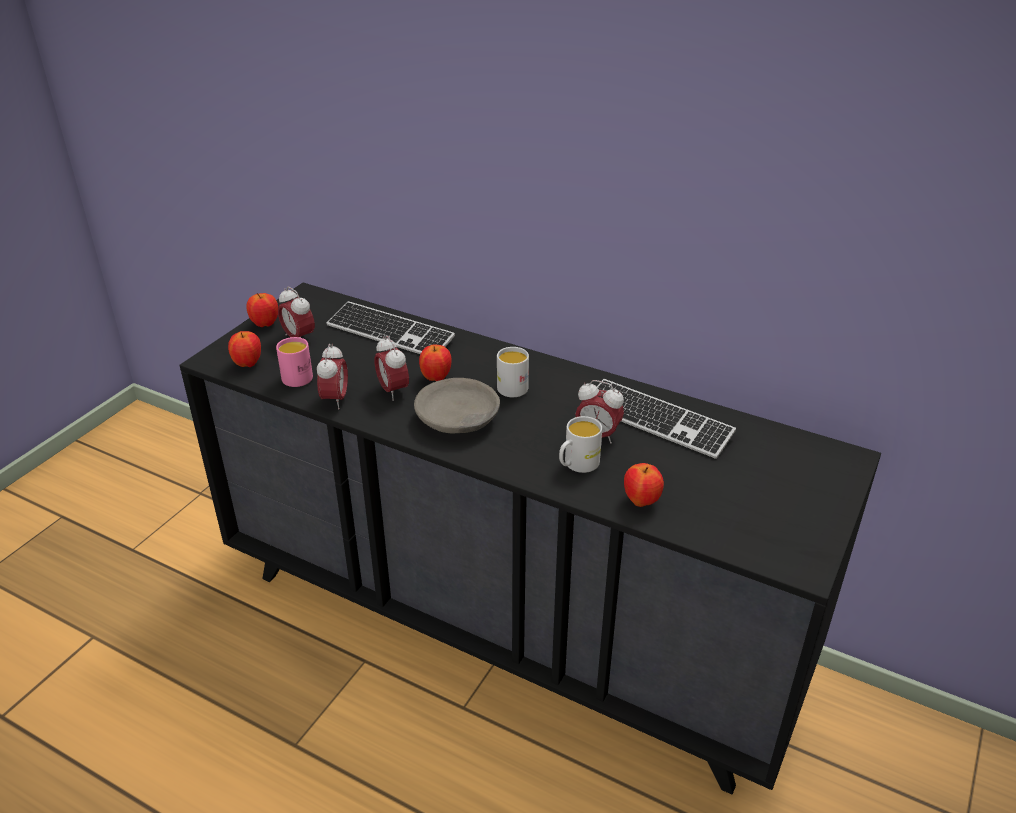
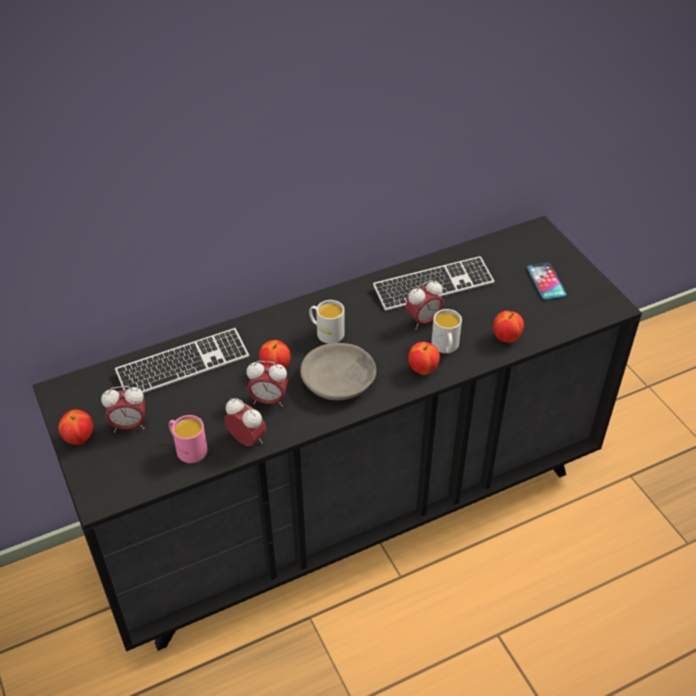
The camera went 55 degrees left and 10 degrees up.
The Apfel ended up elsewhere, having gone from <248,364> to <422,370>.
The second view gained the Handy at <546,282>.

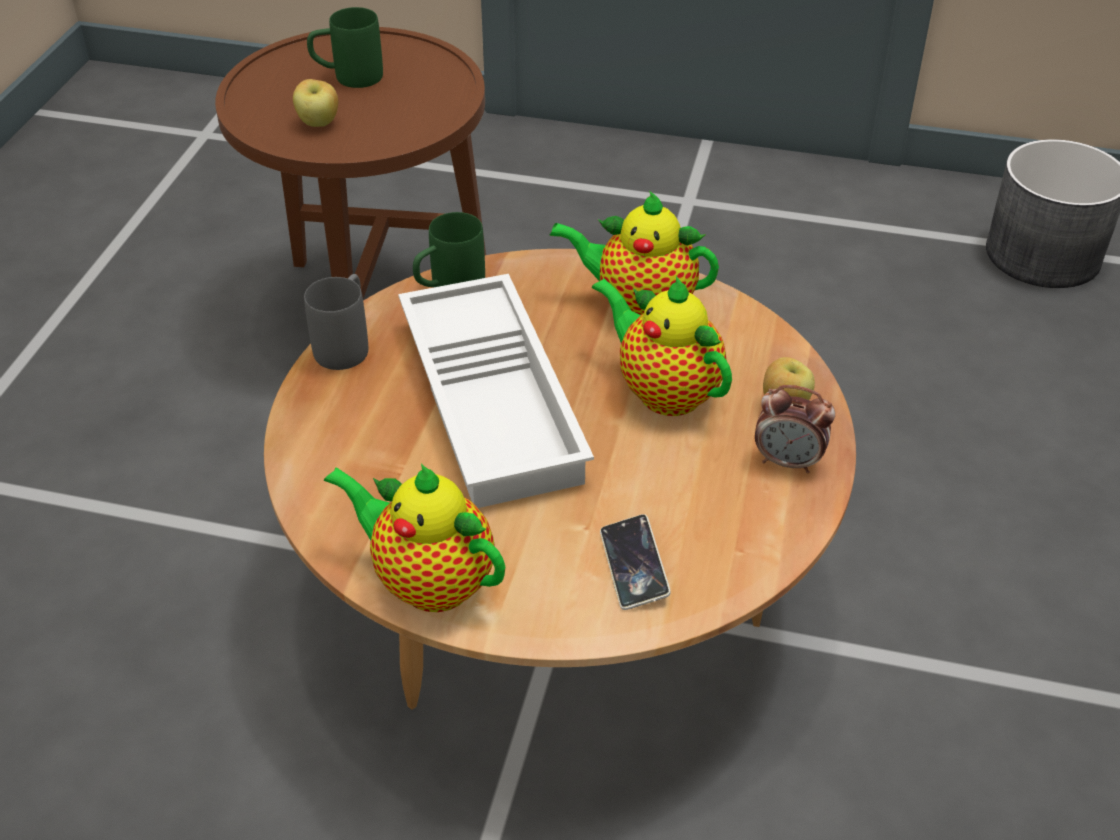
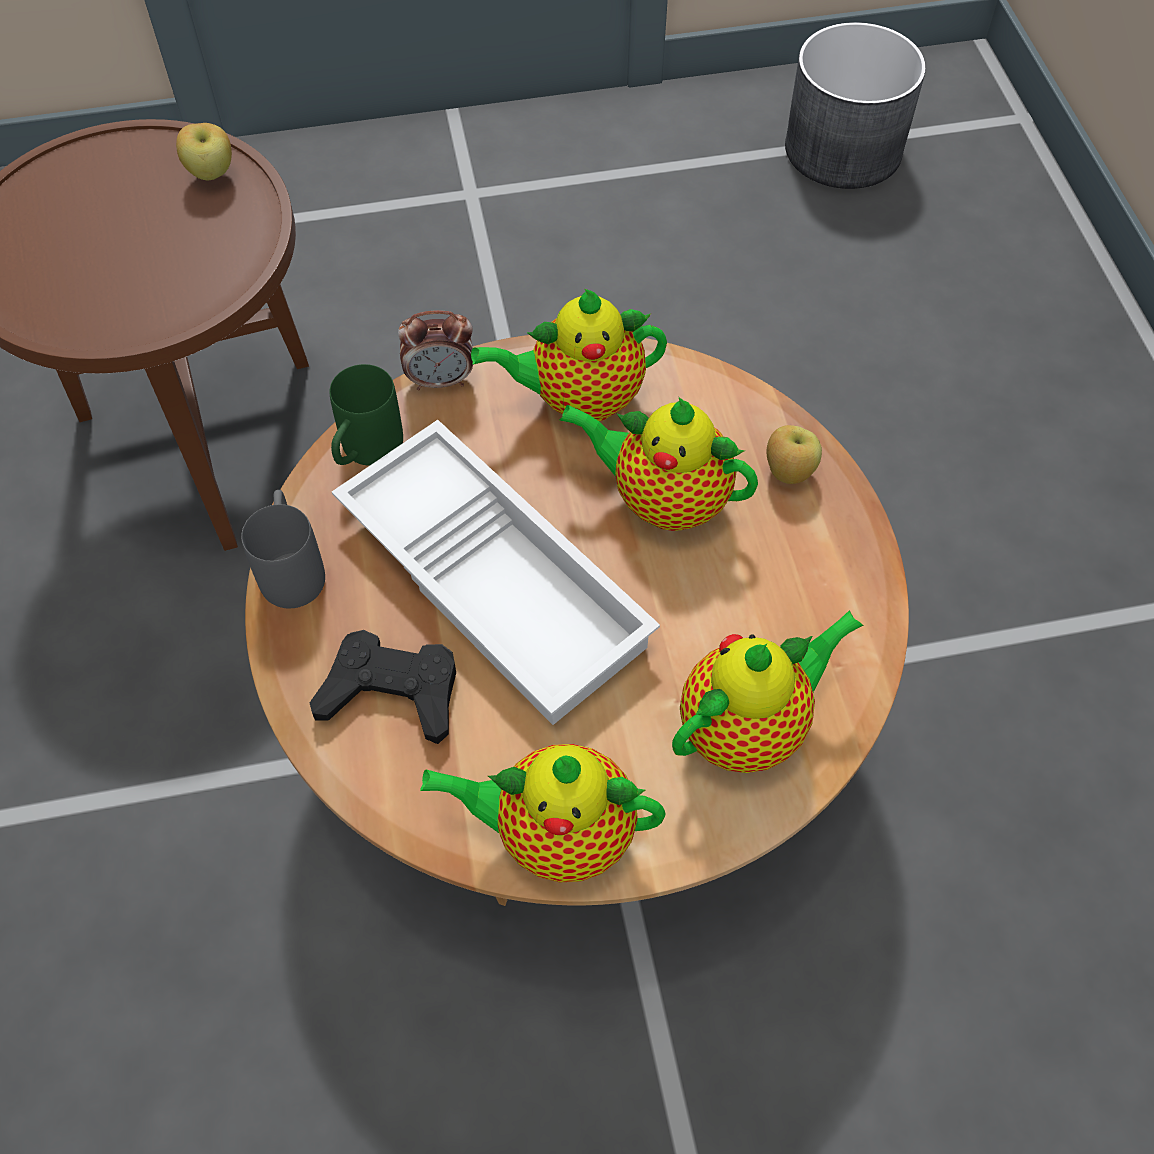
The camera went 25 degrees left and 15 degrees up.
The Apfel ended up elsewhere, having gone from <318,123> to <211,173>.
The second view gained the Gamepad/schwarz at <391,692>.
The Wecker ended up elsewhere, having gone from <788,462> to <441,380>.
Where the Handy stood at <633,566>, the Teekanne came to stand at <748,727>.
The second view lost the Henkelbecher/grün at <348,77>.

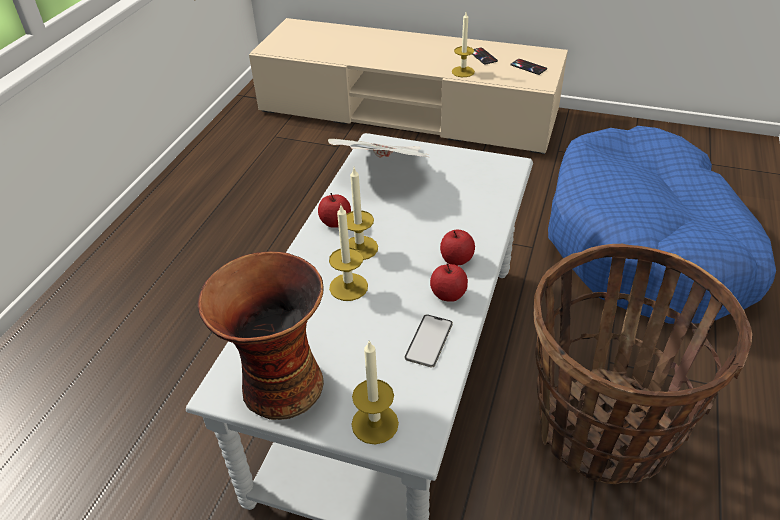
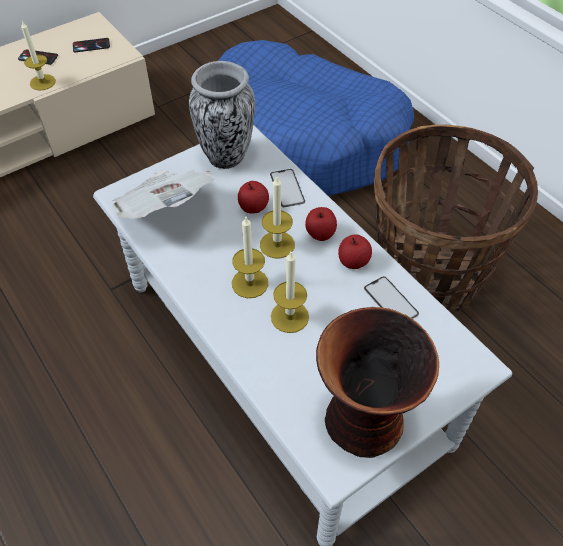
The camera went 55 degrees left and 10 degrees up.
The second view gained the Vase at <226,156>.
The Apfel ended up elsewhere, having gone from <335,222> to <253,207>.
The Kerze ended up elsewhere, having gone from <375,423> to <277,244>.
The second view gained the Handy at <287,188>.

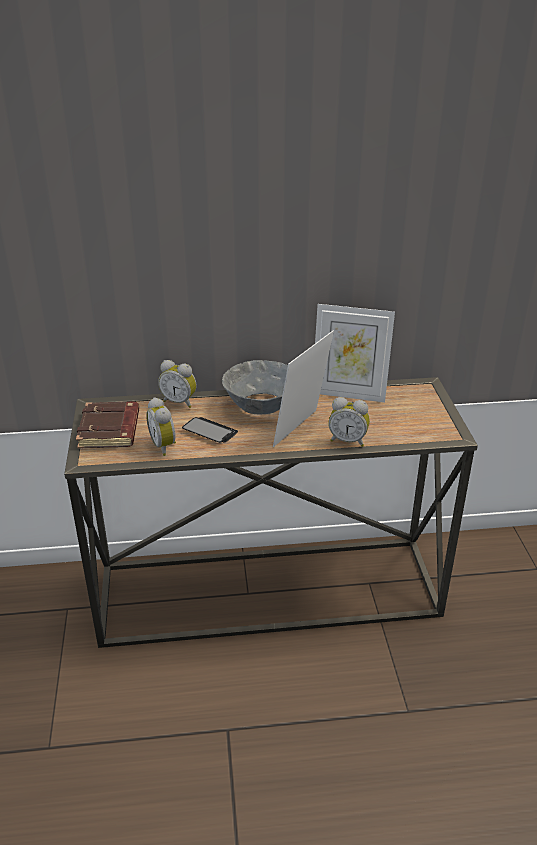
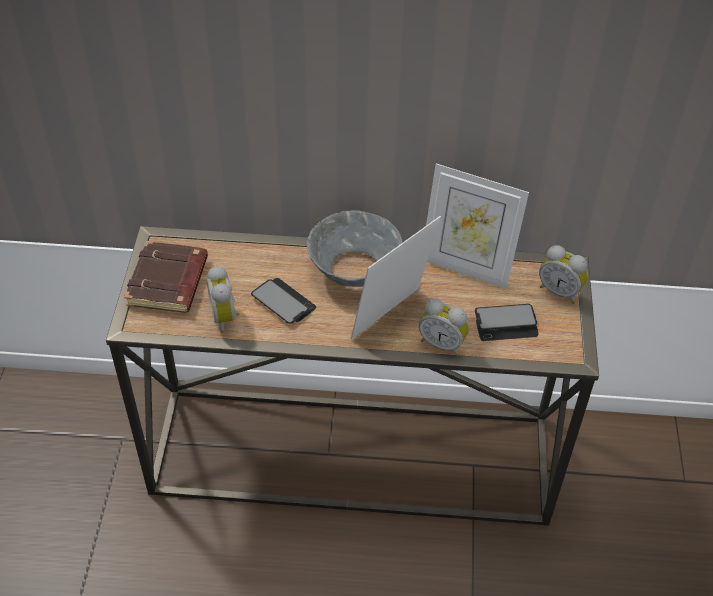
The camera went 10 degrees right and 15 degrees up.
The second view gained the Handy at <506,324>.
The Wecker ended up elsewhere, having gone from <180,402> to <560,291>.

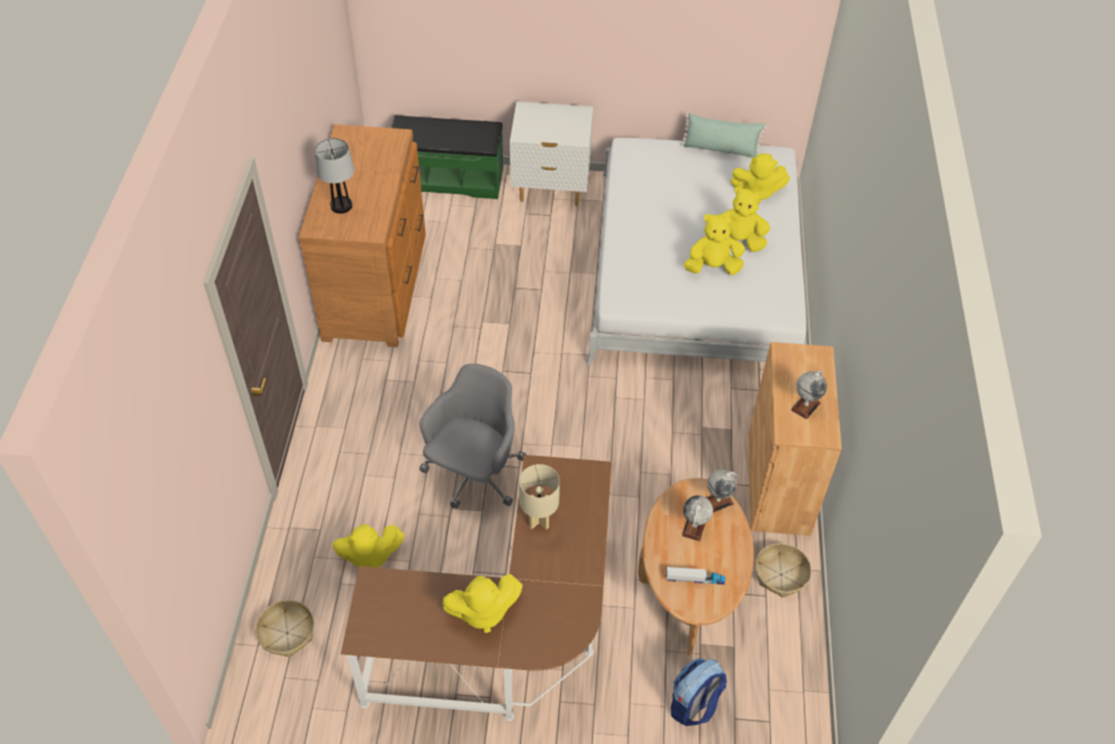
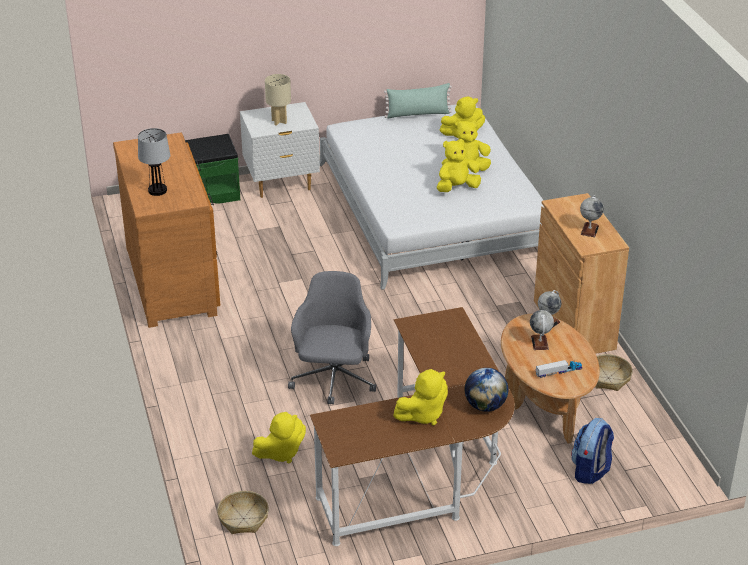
The camera went 20 degrees left and 15 degrees down.
The Tischlampe/beige ended up elsewhere, having gone from <538,521> to <278,121>.
The second view gained the Globus at <485,406>.

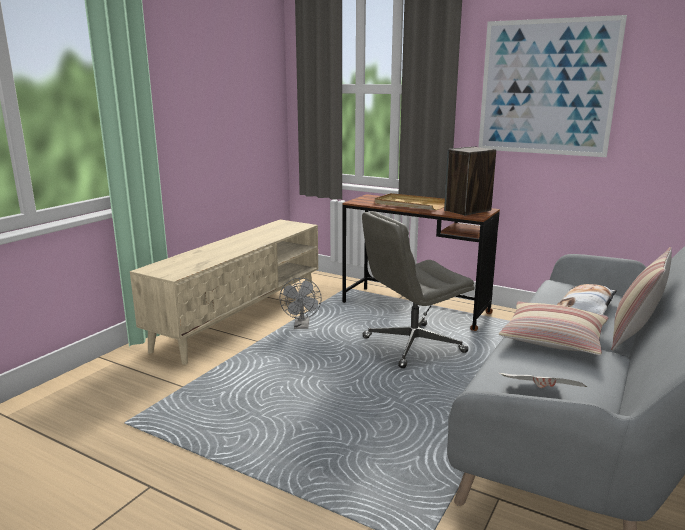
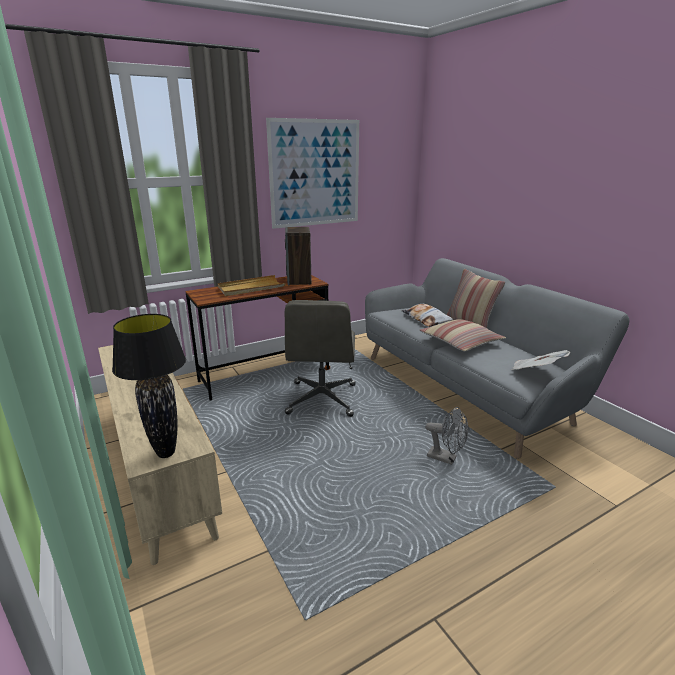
The camera went 60 degrees left and 5 degrees up.
The second view gained the Tischlampe/schwarz at <165,453>.
The Ventilator/grau ended up elsewhere, having gone from <302,326> to <446,458>.

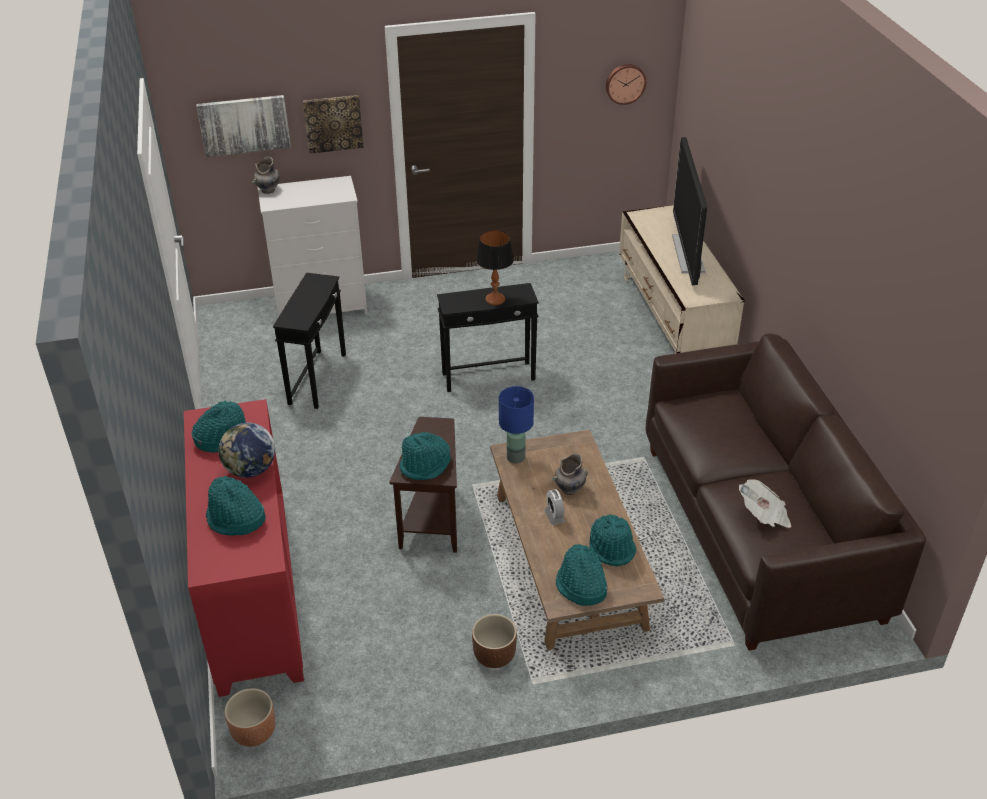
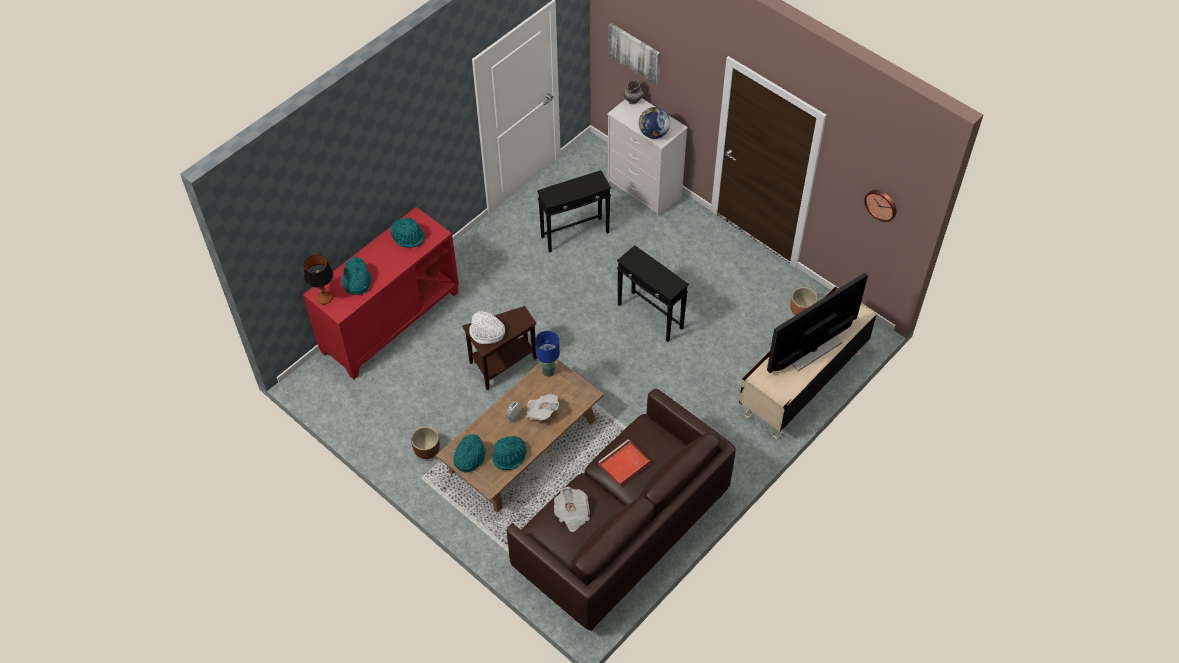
The camera went 55 degrees right and 15 degrees up.
The Tischlampe ended up elsewhere, having gone from <495,299> to <325,298>.
What was the Hut/türkis at <425,465> turned into the Hut/weiß at <487,333>.
Where the Vase/grau stood at <569,489>, the Zeitung came to stand at <541,411>.
The second view gained the Tablett/rot at <624,464>.
The Globus ended up elsewhere, having gone from <250,470> to <653,134>.
The Pflanzkübel/braun ended up elsewhere, having gone from <254,732> to <802,310>.
The second view lost the Bild at <333,123>.

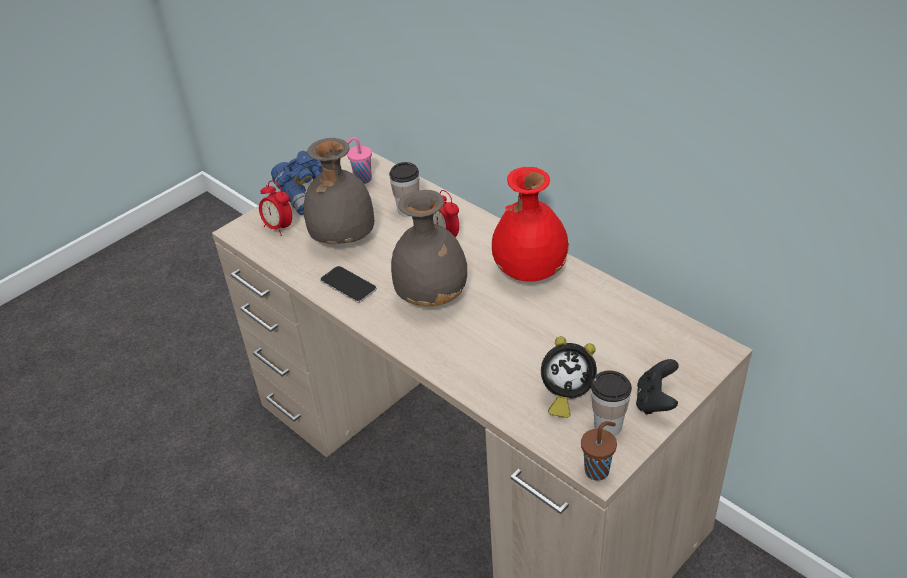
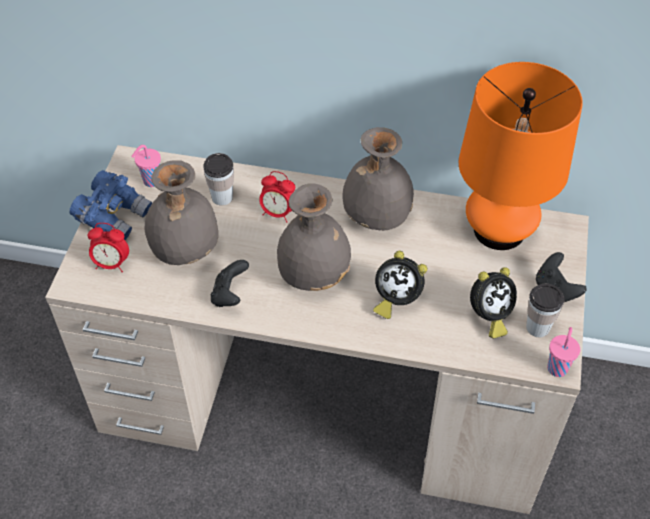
The camera went 35 degrees left and 10 degrees up.
Where the Handy stood at <348,285>, the Gamepad/schwarz came to stand at <230,295>.
What was the Vase/rot at <529,271> turned into the Vase/grau at <376,216>.
The second view gained the Wecker at <396,299>.
The second view gained the Tischlampe/orange at <499,230>.
What was the Tasse/braun at <598,470> turned into the Tasse/rosa at <557,367>.

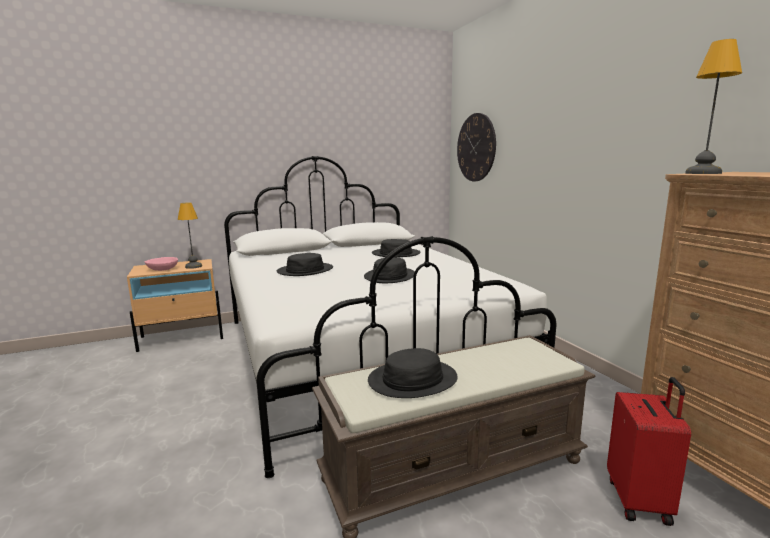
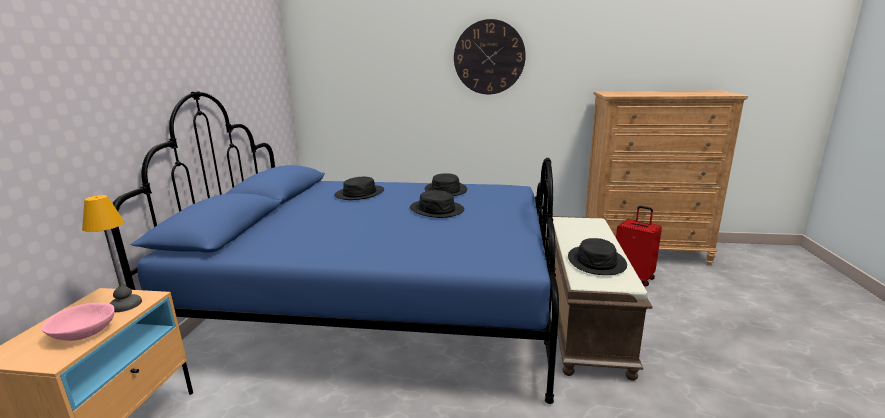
The camera went 60 degrees left and 5 degrees up.
What was the Bett/weiß at <359,354> turned into the Bett/blau at <380,306>.
The Hut/schwarz ended up elsewhere, having gone from <305,270> to <445,190>.
The Wanduhr ended up elsewhere, having gone from <476,147> to <489,57>.
The second view lost the Tischlampe at <704,173>.

